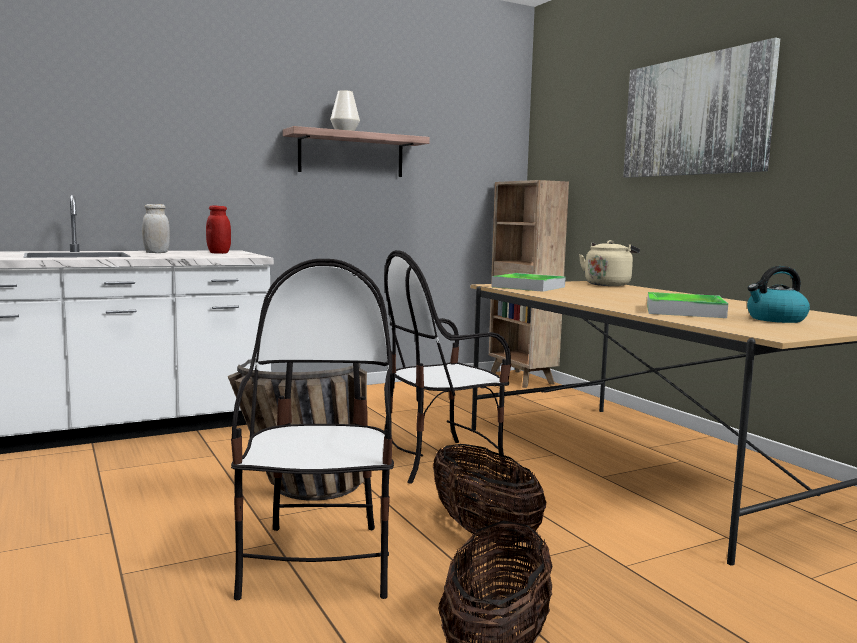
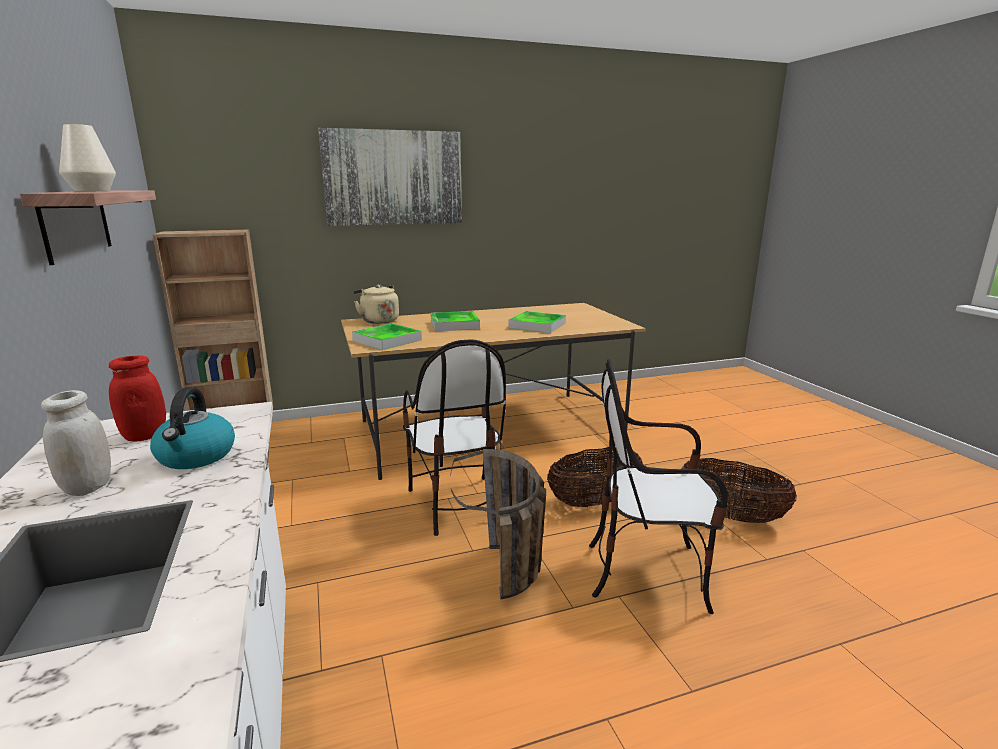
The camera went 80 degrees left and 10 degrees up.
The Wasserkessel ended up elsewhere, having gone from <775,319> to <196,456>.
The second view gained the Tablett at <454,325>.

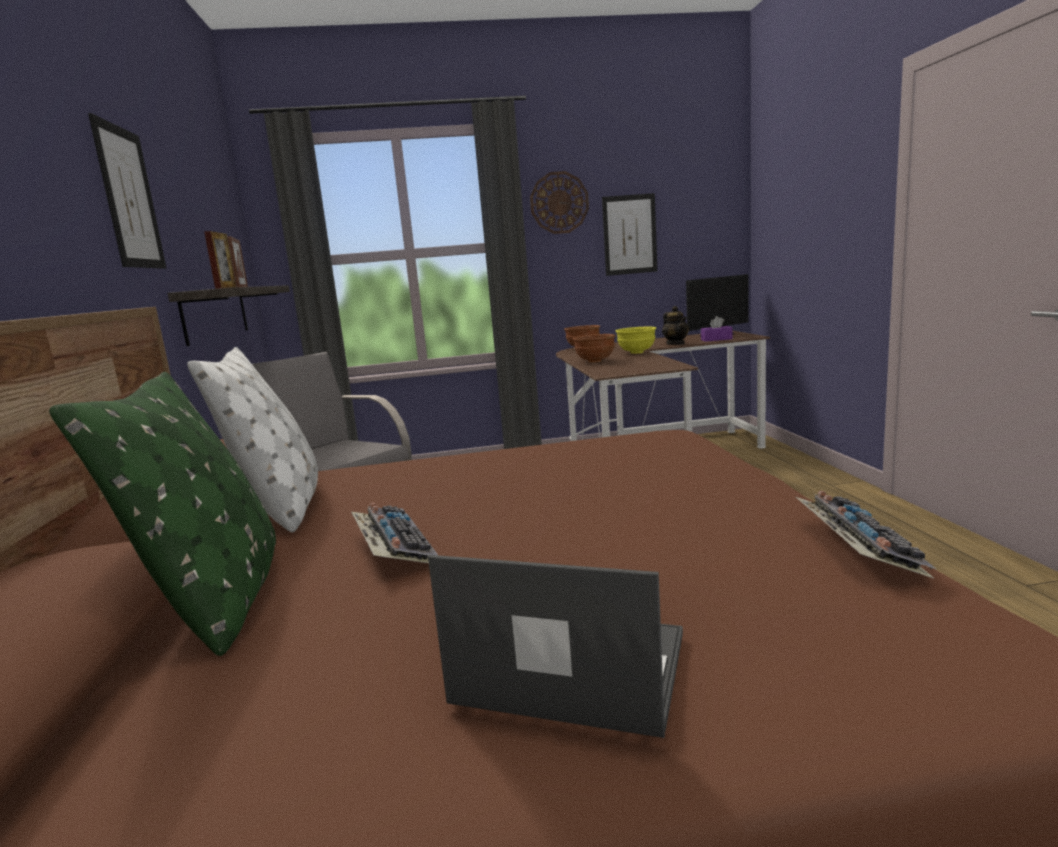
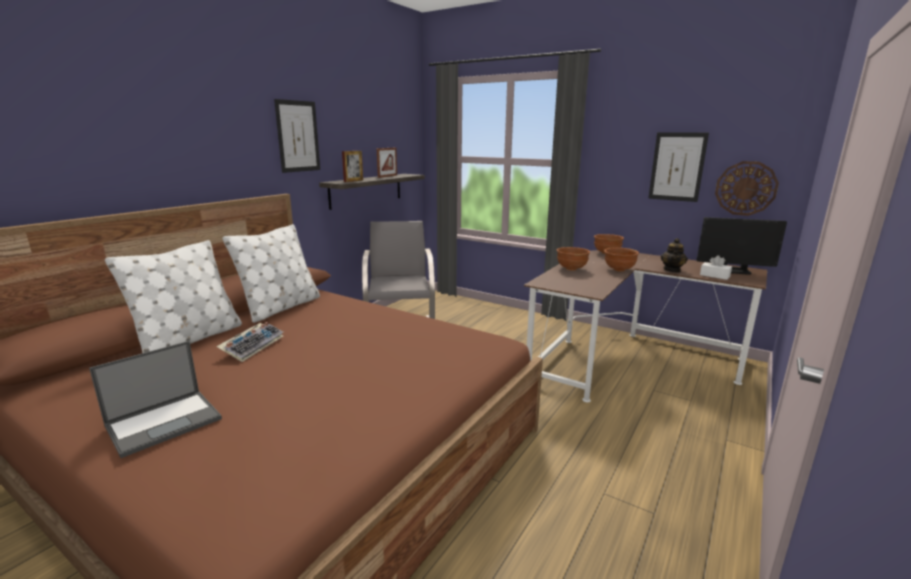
The camera went 40 degrees right and 5 degrees up.
The Laptop at <568,668> ended up facing another way, 75 degrees clockwise from before.
What was the Kissen/grün at <219,597> turned into the Kissen/weiß at <189,339>.
What was the Schüssel/gelb at <636,353> turned into the Schüssel/braun at <618,270>.
What was the Taschentuchbox/lila at <716,339> turned into the Taschentuchbox/weiß at <714,276>.
The Wanduhr ended up elsewhere, having gone from <559,203> to <745,188>.
The second view lost the Tastatur at <855,545>.

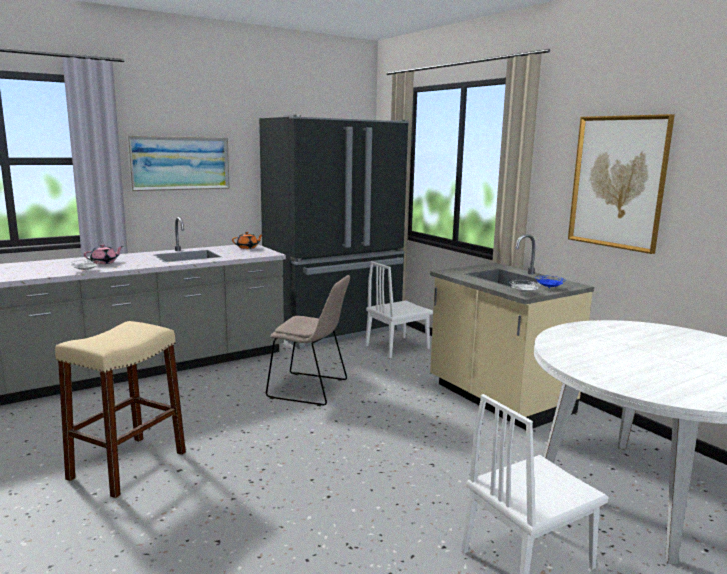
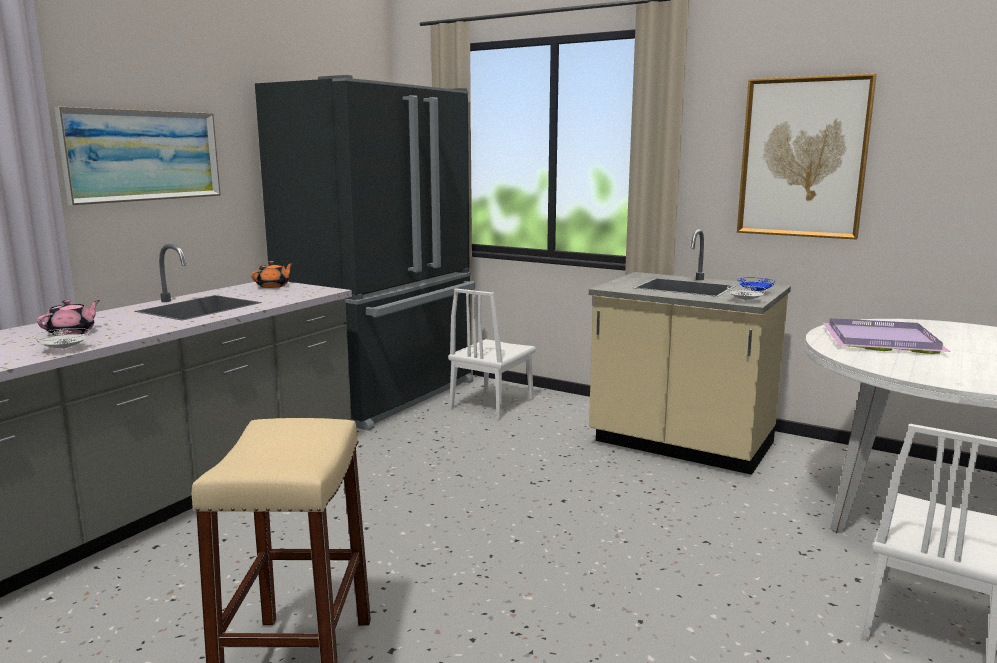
The camera went 25 degrees left and 0 degrees up.
The second view gained the Tablett/lila at <883,341>.
The second view lost the Stuhl/beige at <311,389>.

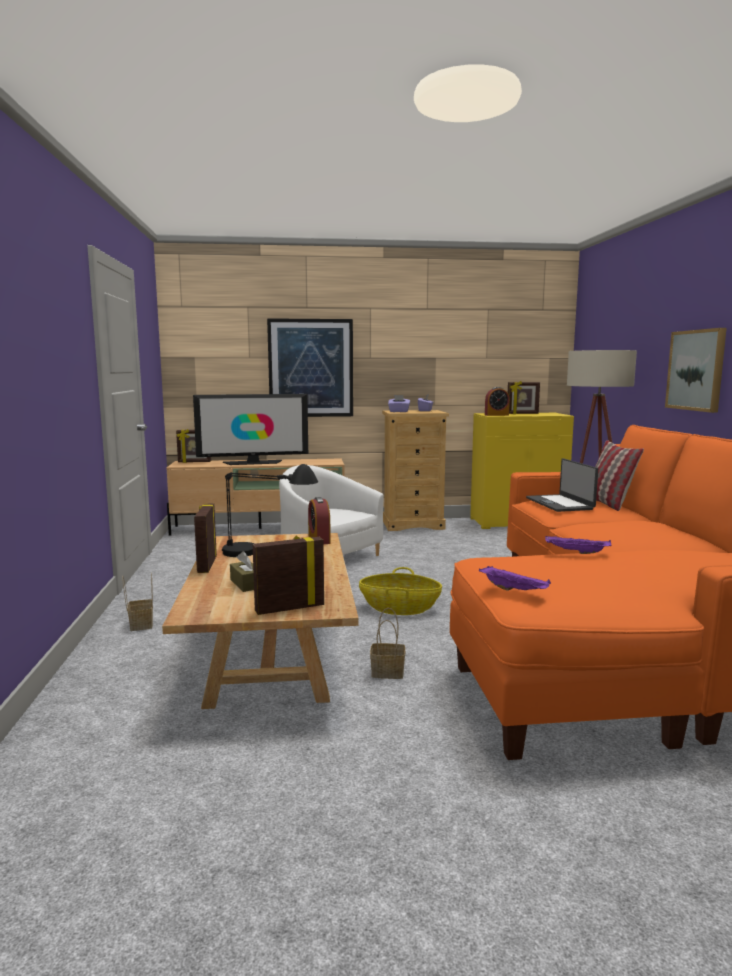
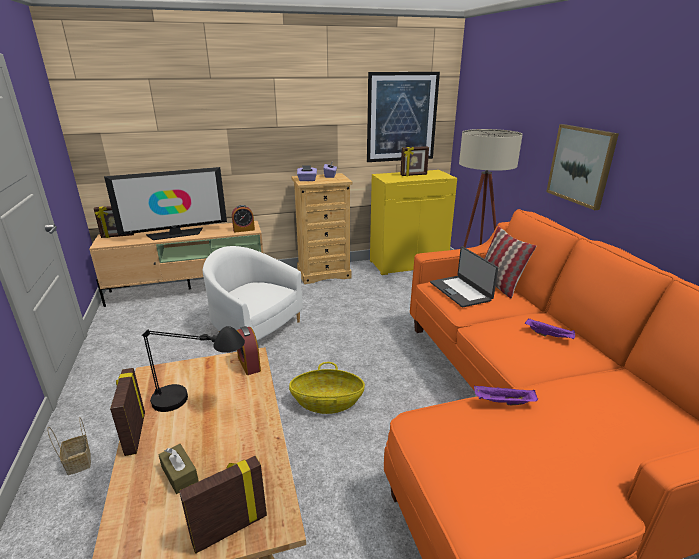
The camera went 10 degrees left and 15 degrees up.
The Wecker ended up elsewhere, having gone from <496,415> to <244,230>.
The Bild ended up elsewhere, having gone from <311,368> to <402,117>.
The Tablett/lila ended up elsewhere, having gone from <514,590> to <549,335>.
The second view lost the Korb at <386,672>.

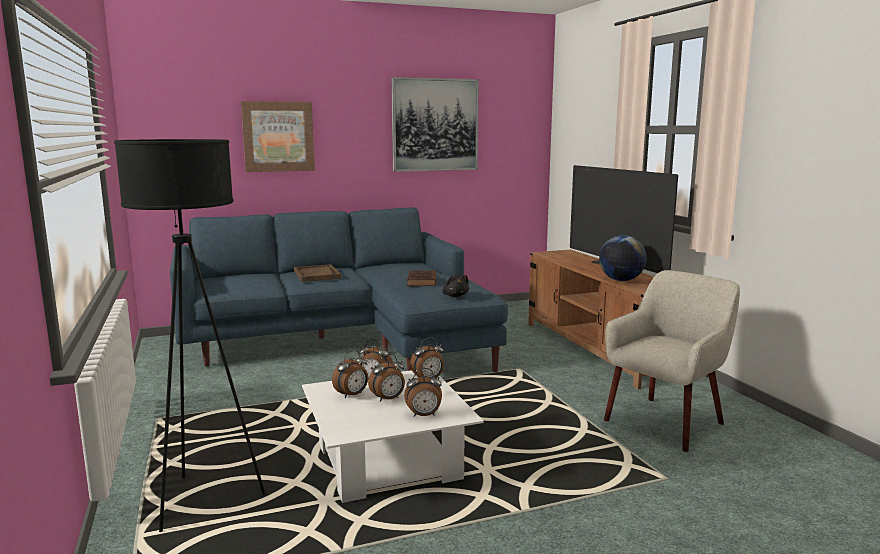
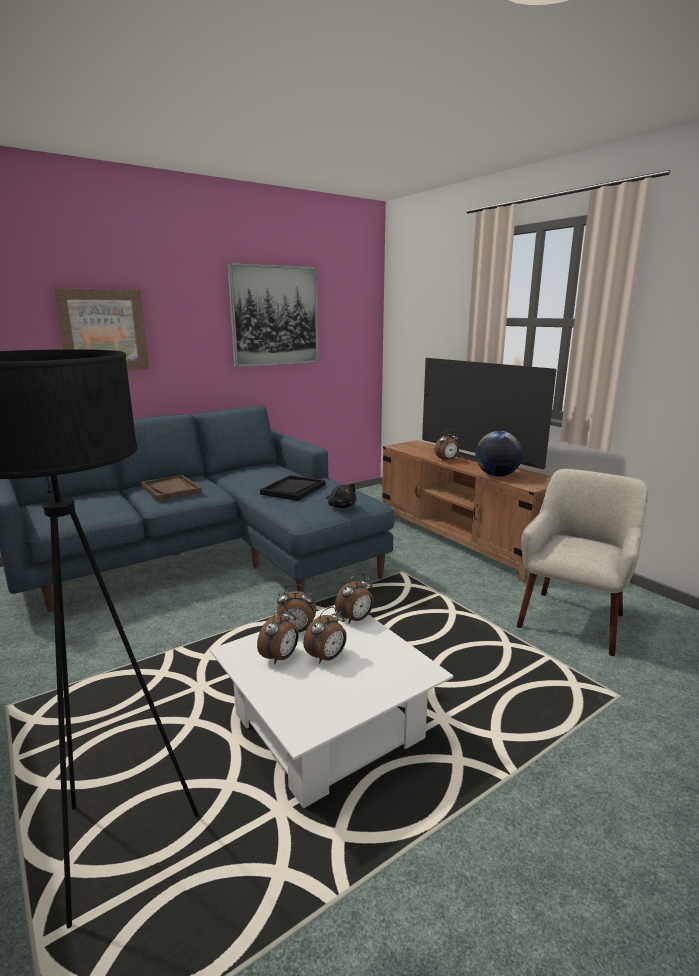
The camera went 15 degrees left and 5 degrees up.
Where the Buch/braun stood at <422,281>, the Tablett/schwarz came to stand at <293,489>.
The Wecker ended up elsewhere, having gone from <424,415> to <447,460>.

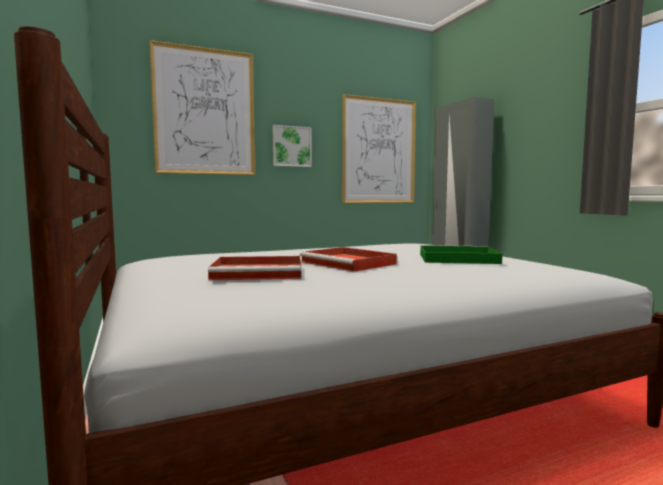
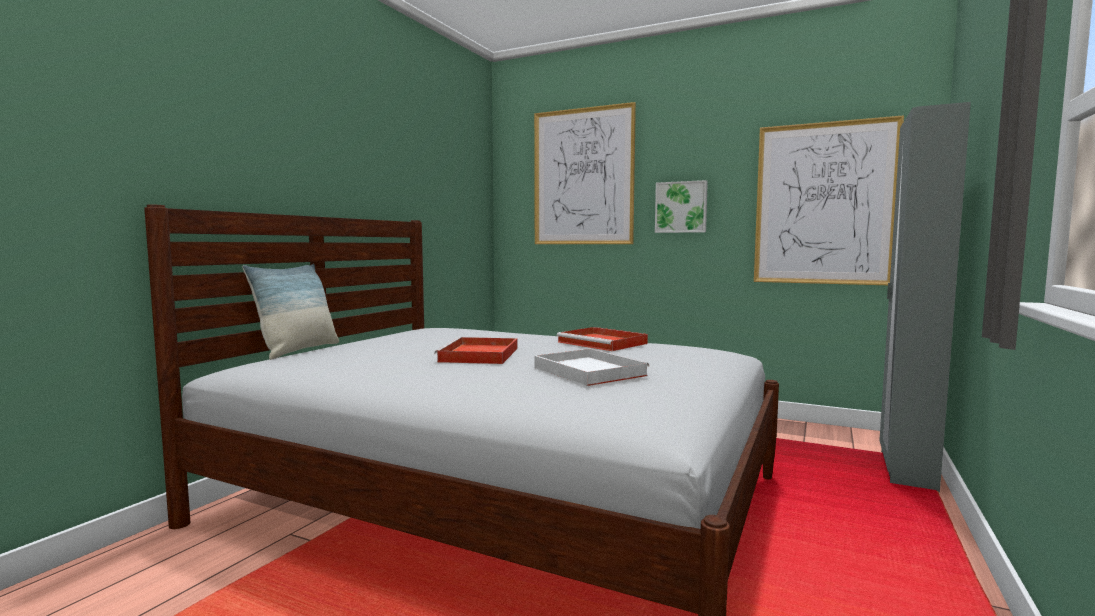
The camera went 50 degrees right and 0 degrees up.
The second view gained the Kissen at <298,351>.
What was the Tablett/grün at <456,258> turned into the Tablett/weiß at <587,371>.
The Tablett/rot ended up elsewhere, having gone from <260,272> to <603,343>.

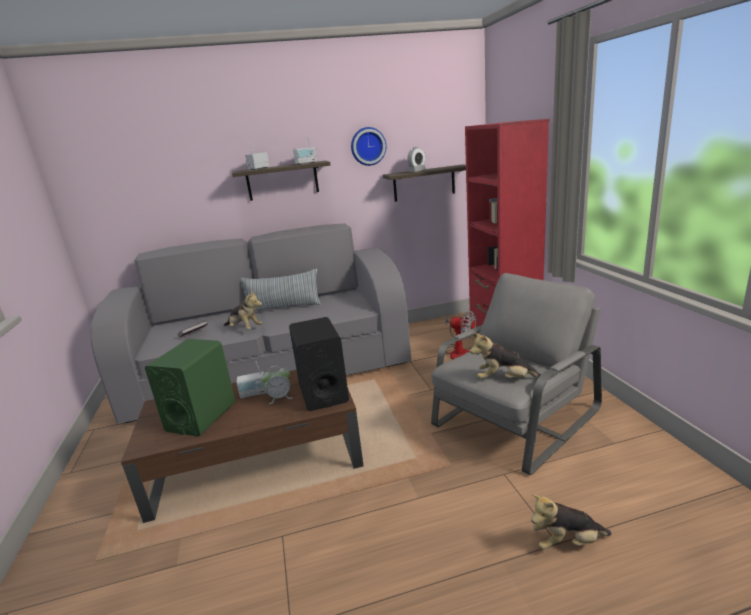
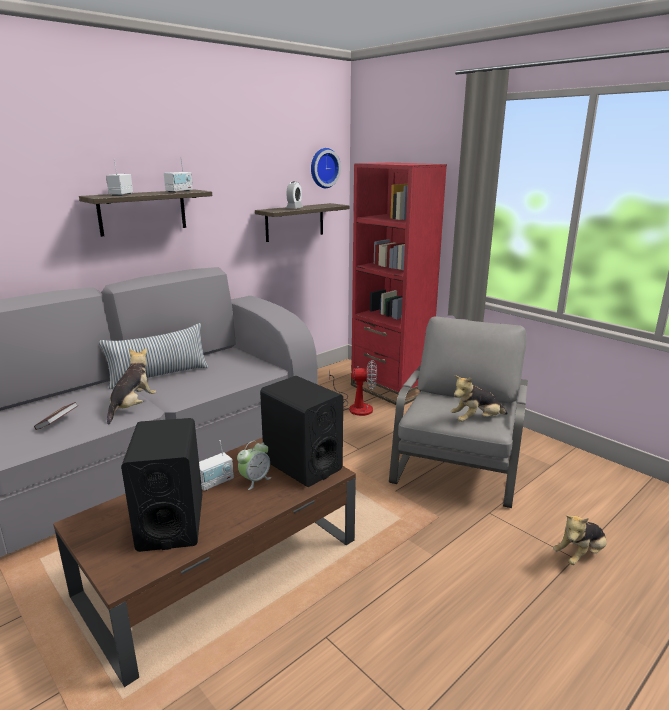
The camera went 30 degrees left and 0 degrees up.
The Plüschtier at <245,329> ended up facing another way, 75 degrees counterclockwise from before.
What was the Lautsprecher/grün at <201,416> turned into the Lautsprecher/schwarz at <171,522>.
The Wanduhr ended up elsewhere, having gone from <368,146> to <323,168>.

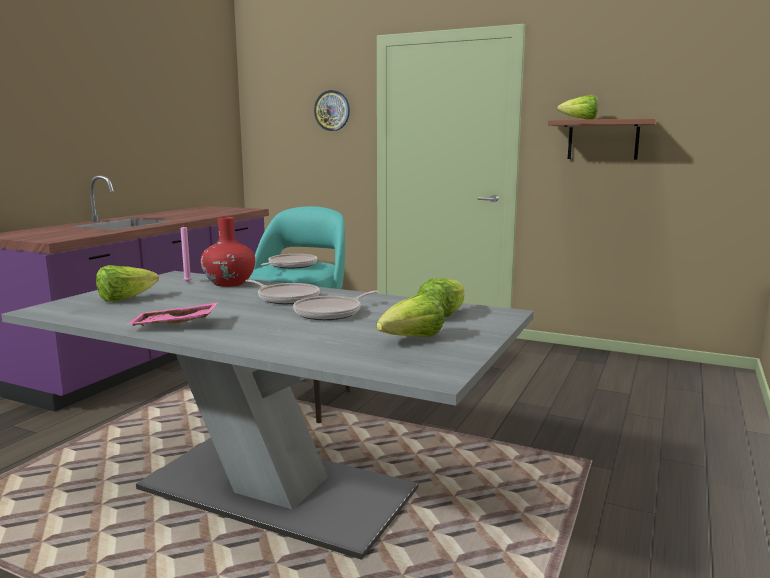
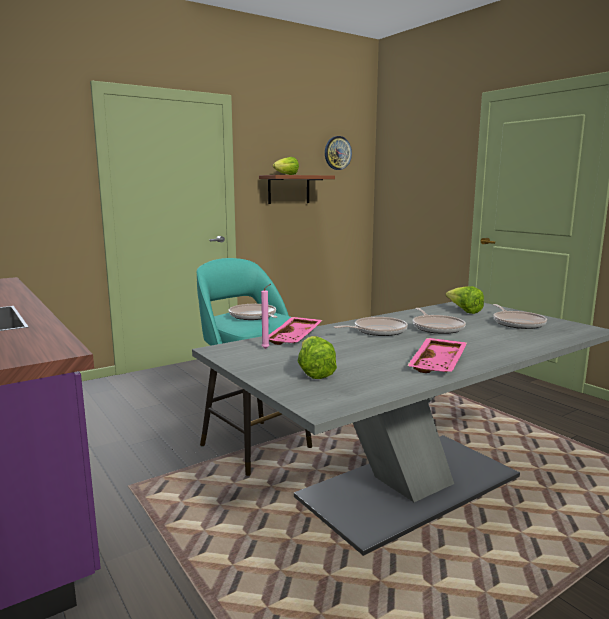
The camera went 60 degrees left and 0 degrees up.
Where the Vase/rot stood at <229,283>, the Tablett/rosa came to stand at <295,338>.
The Wanduhr ended up elsewhere, having gone from <332,110> to <337,153>.
Where the Salatkopf stood at <412,339>, the Pfanne came to stand at <517,323>.

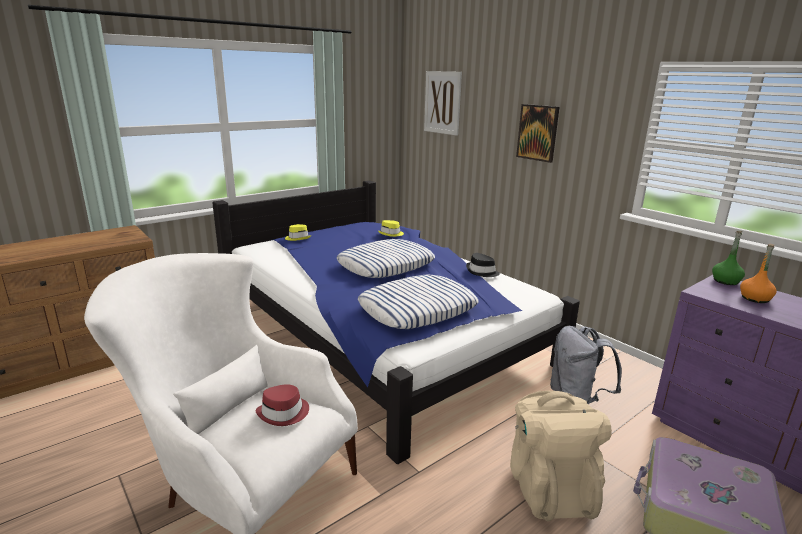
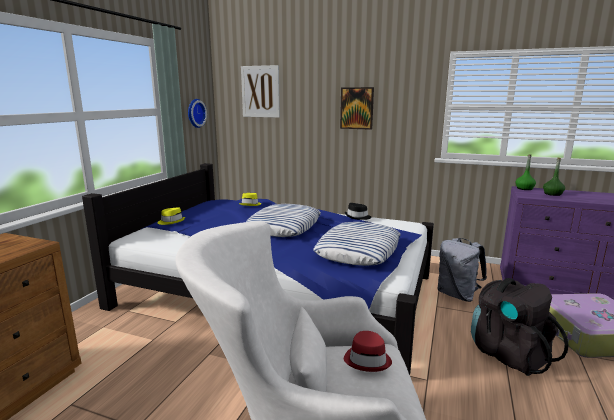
The camera went 30 degrees left and 5 degrees down.
The second view gained the Wanduhr at <195,113>.
What was the Rucksack/beige at <549,487> turned into the Rucksack/schwarz at <508,354>.
What was the Flasche/orange at <755,298> turned into the Flasche/grün at <552,194>.

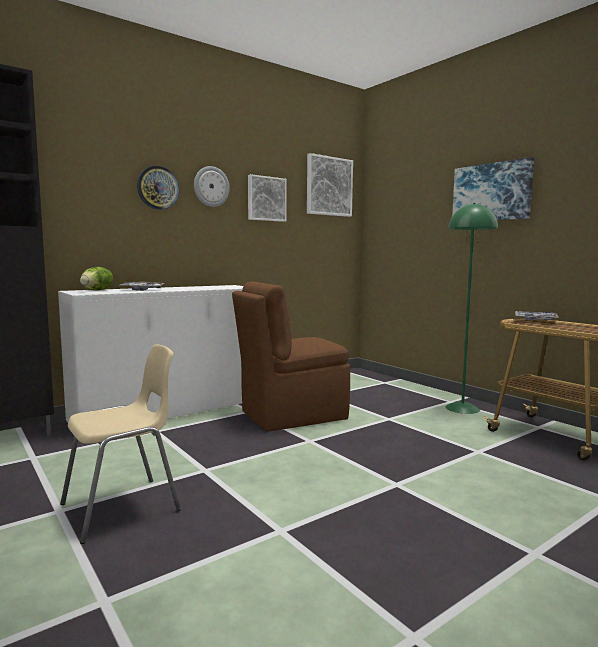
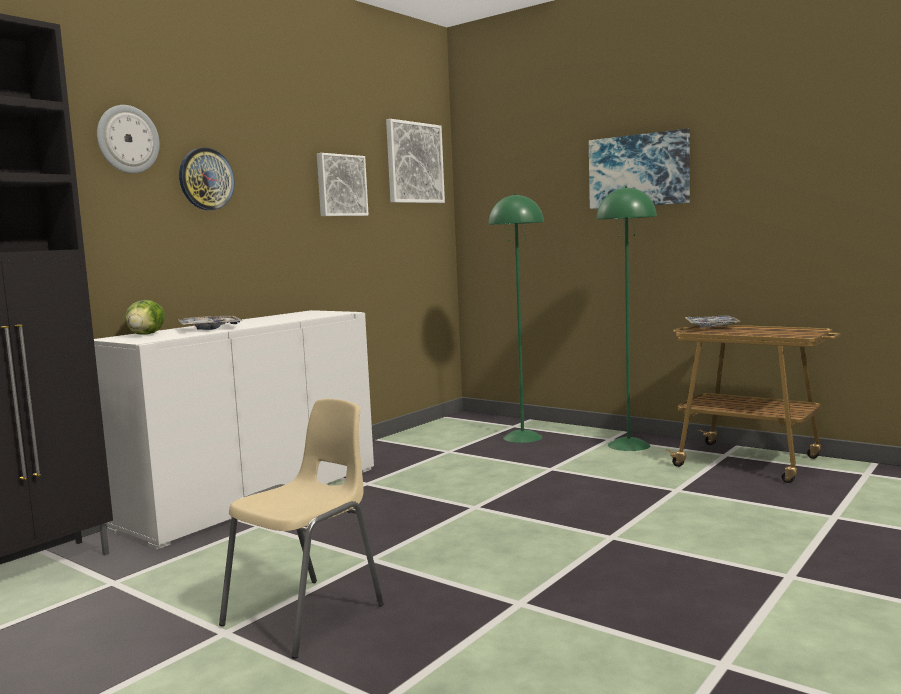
The camera went 15 degrees left and 0 degrees up.
The Wanduhr ended up elsewhere, having gone from <211,186> to <127,139>.
The second view gained the Stehlampe/grün at <522,437>.
The second view lost the Stuhl/braun at <291,415>.

